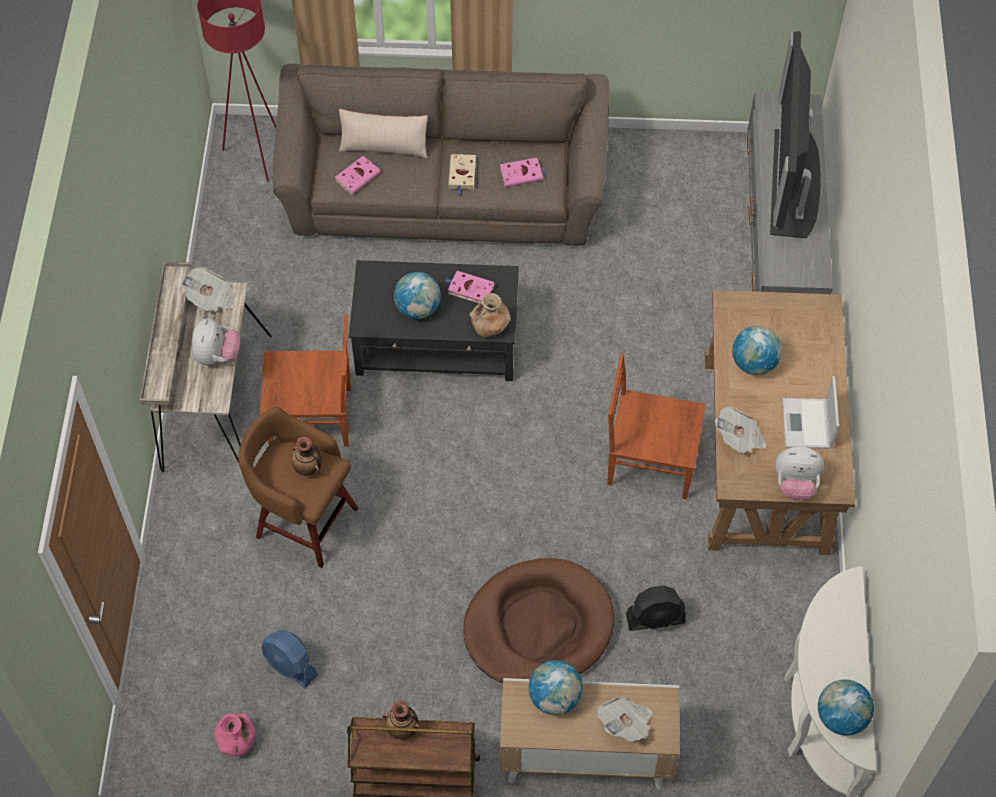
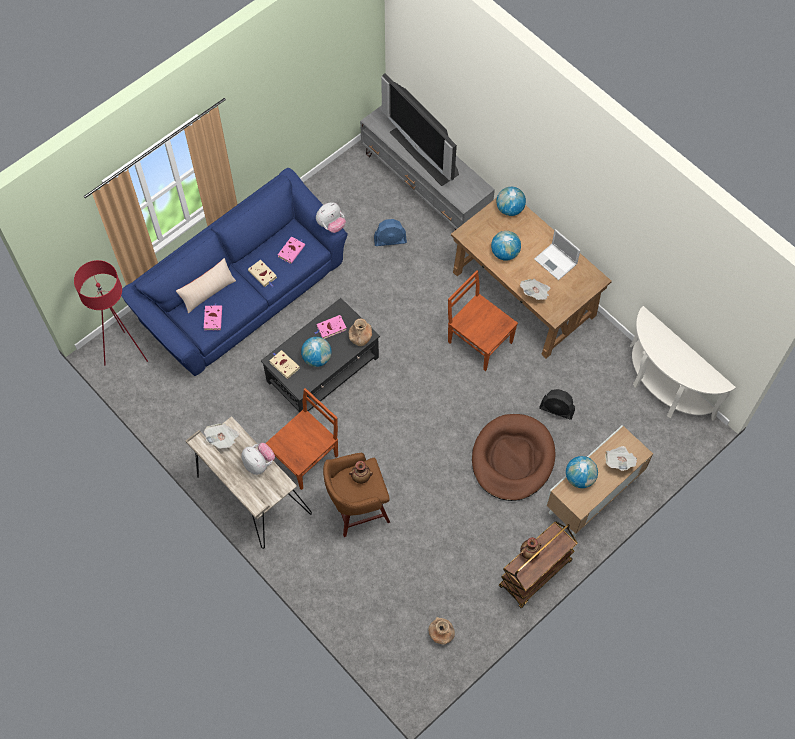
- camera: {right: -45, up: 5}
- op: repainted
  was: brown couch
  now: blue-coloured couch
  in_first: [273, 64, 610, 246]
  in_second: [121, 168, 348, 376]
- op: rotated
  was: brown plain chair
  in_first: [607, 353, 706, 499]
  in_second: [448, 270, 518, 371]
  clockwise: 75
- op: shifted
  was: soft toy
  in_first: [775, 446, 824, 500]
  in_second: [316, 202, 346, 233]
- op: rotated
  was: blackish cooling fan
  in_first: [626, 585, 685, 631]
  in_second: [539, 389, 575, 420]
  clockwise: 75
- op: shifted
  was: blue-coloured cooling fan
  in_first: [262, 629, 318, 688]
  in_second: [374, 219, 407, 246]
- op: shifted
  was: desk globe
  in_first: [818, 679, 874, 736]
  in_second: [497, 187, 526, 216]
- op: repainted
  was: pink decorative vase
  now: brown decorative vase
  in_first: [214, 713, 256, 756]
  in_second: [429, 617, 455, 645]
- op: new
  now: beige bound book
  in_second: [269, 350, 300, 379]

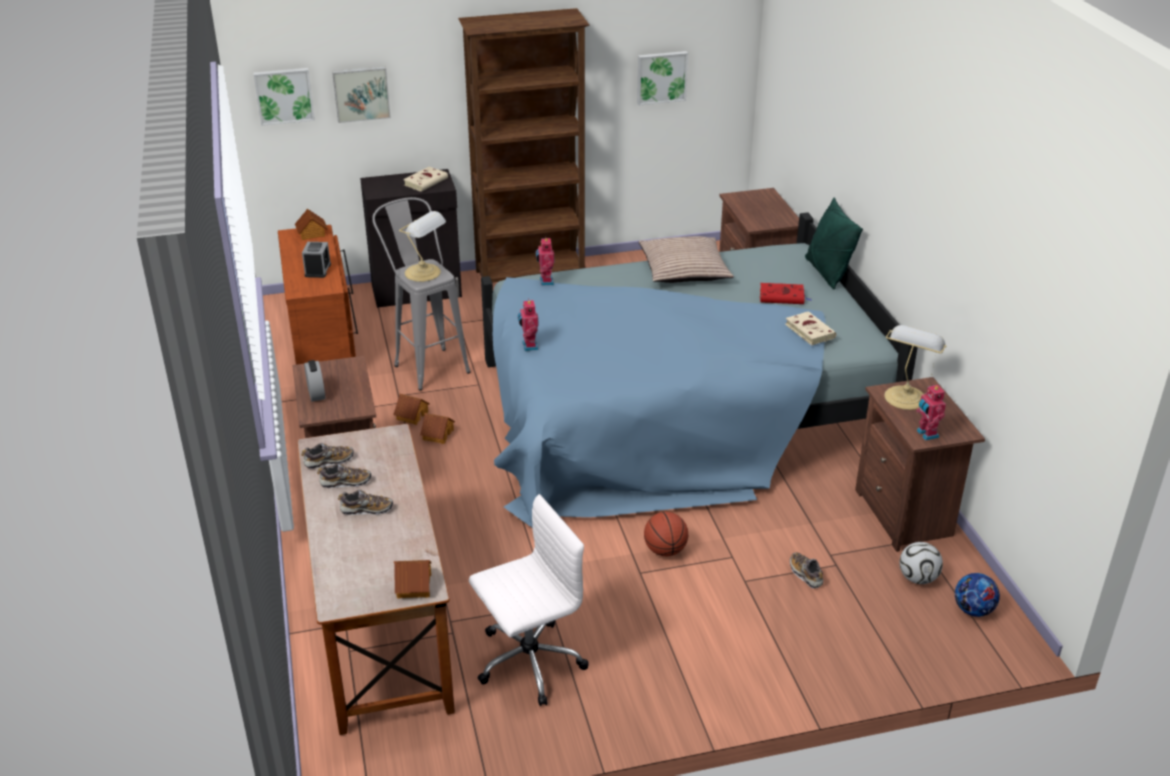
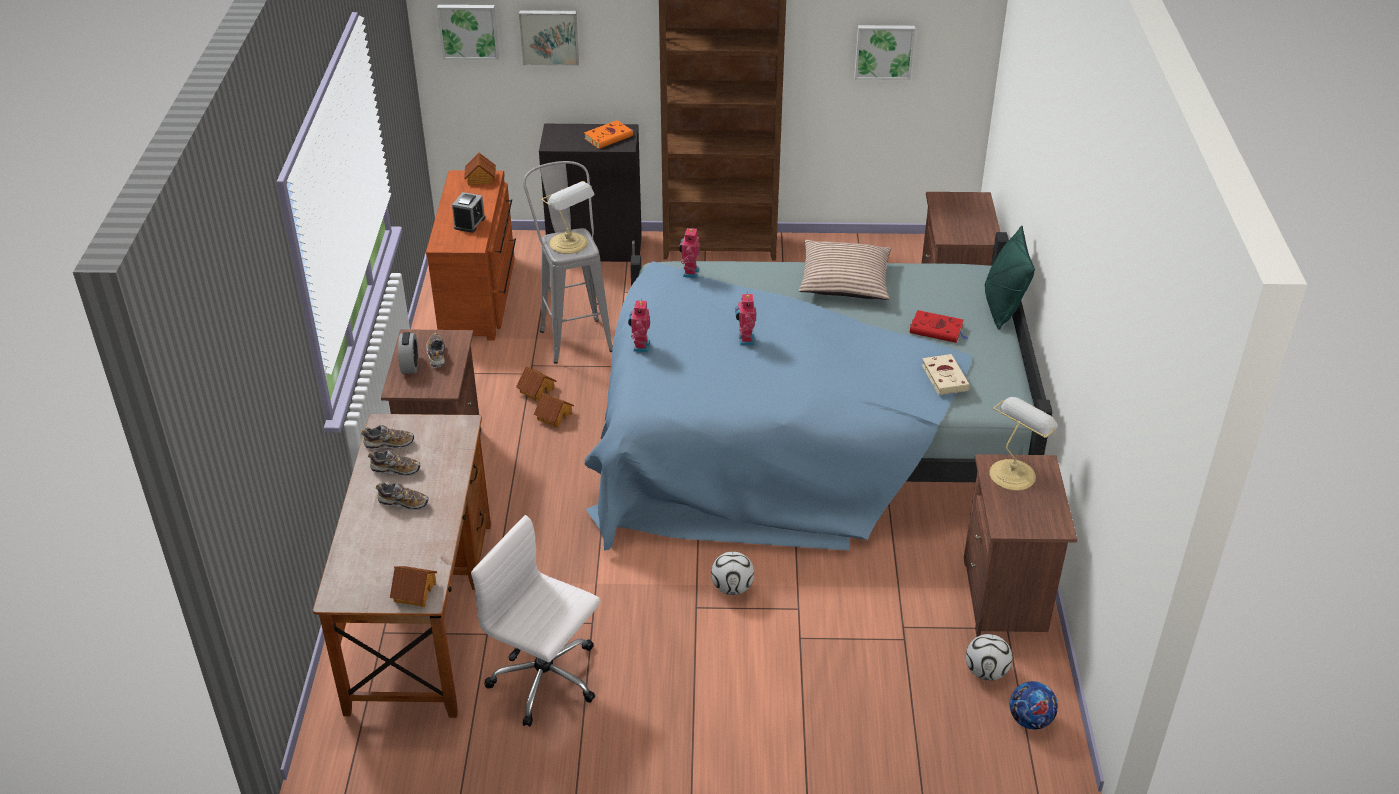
- camera: {right: 15, up: 5}
- op: repainted
  was: beige bound book
  now: orange-coloured bound book
  in_first: [403, 167, 448, 192]
  in_second: [584, 120, 634, 149]
- op: shifted
  was: model robot
  in_first: [916, 383, 946, 441]
  in_second: [735, 292, 756, 345]
- op: rotated
  was: white desk chair
  in_first: [469, 494, 588, 706]
  in_second: [471, 515, 600, 727]
  clockwise: -135
- op: swapped
  was: basketball
  now: ball for football
  in_first: [644, 512, 688, 556]
  in_second: [711, 551, 754, 595]
- op: shifted
  was: shoe
  in_first: [790, 552, 823, 589]
  in_second: [426, 333, 445, 367]

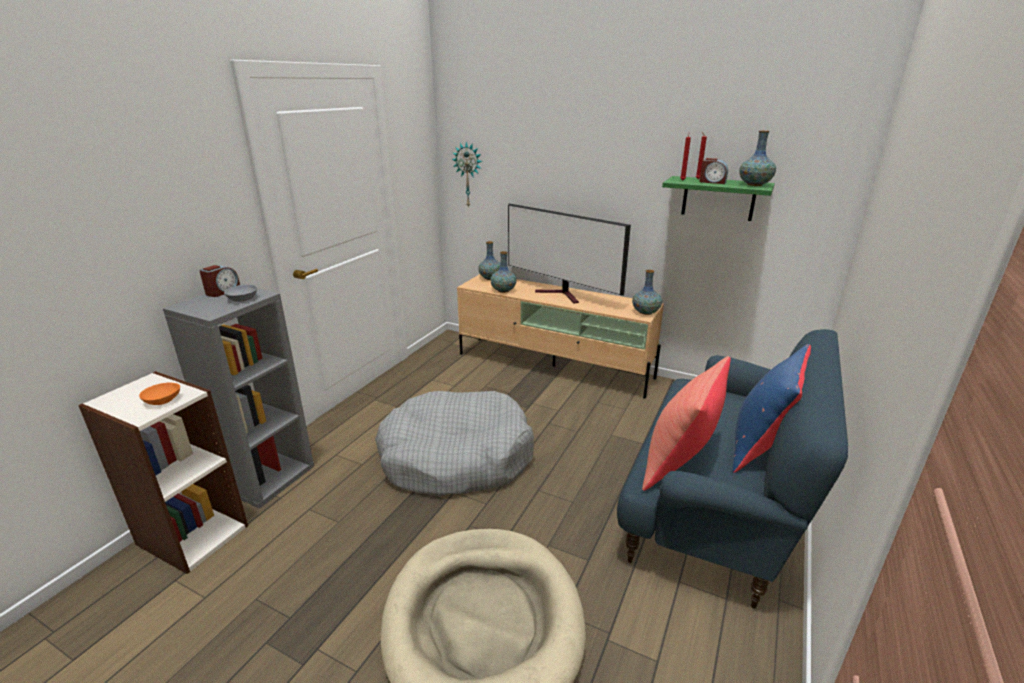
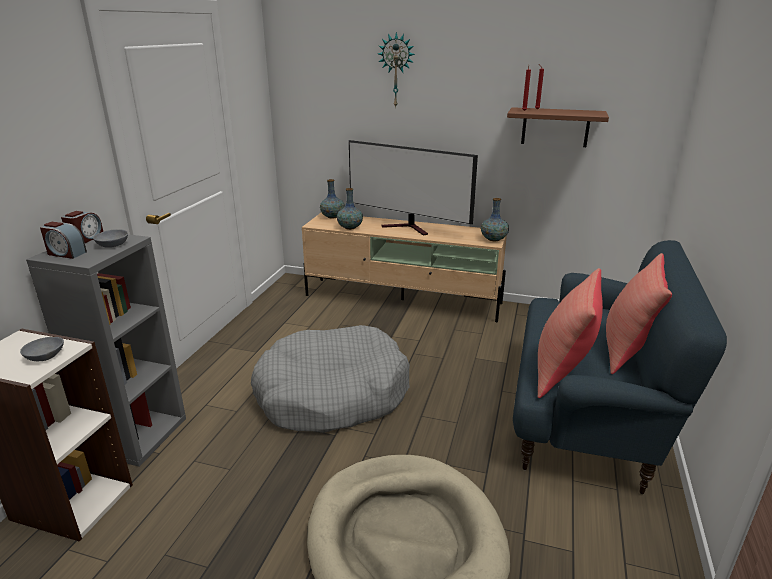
- camera: {right: -10, up: 0}
- op: gone
  was: decorative vase
  in_first: [739, 131, 776, 186]
- op: shifted
  was: hanging clock
  in_first: [452, 141, 483, 208]
  in_second: [378, 32, 415, 108]
- op: shifted
  was: bedside clock
  in_first: [699, 158, 728, 184]
  in_second: [40, 222, 87, 259]
- op: repainted
  was: green wall shelf
  now: brown wall shelf
  in_first: [662, 176, 775, 221]
  in_second: [507, 107, 609, 147]
- op: repainted
  was: blue-coloured throw pillow
  now: reddish throw pillow
  in_first: [732, 344, 811, 473]
  in_second: [606, 253, 672, 374]
- op: repainted
  was: orange-coloured deep dish
  now: gray deep dish
  in_first: [139, 382, 180, 405]
  in_second: [20, 337, 64, 361]

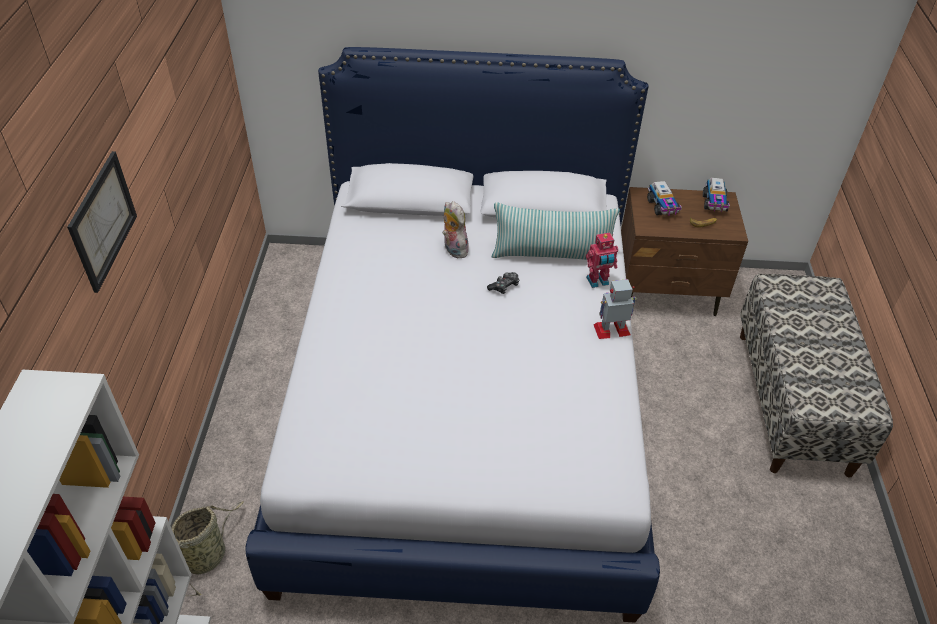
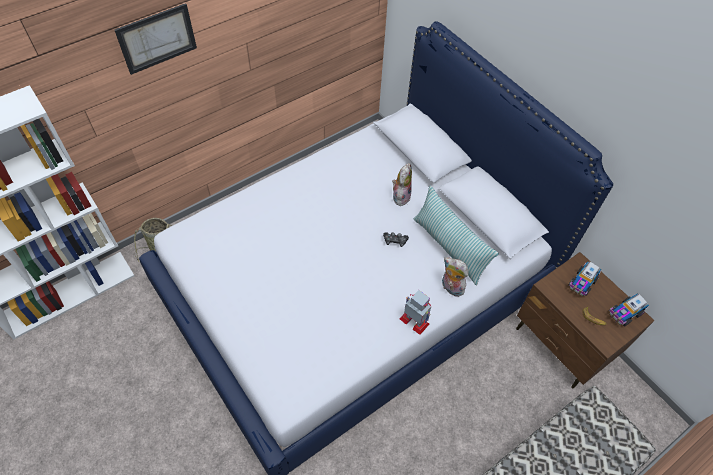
- camera: {right: 50, up: 10}
- op: swapped
  was: model robot
  now: soft toy
  in_first: [586, 232, 618, 288]
  in_second: [442, 257, 468, 297]

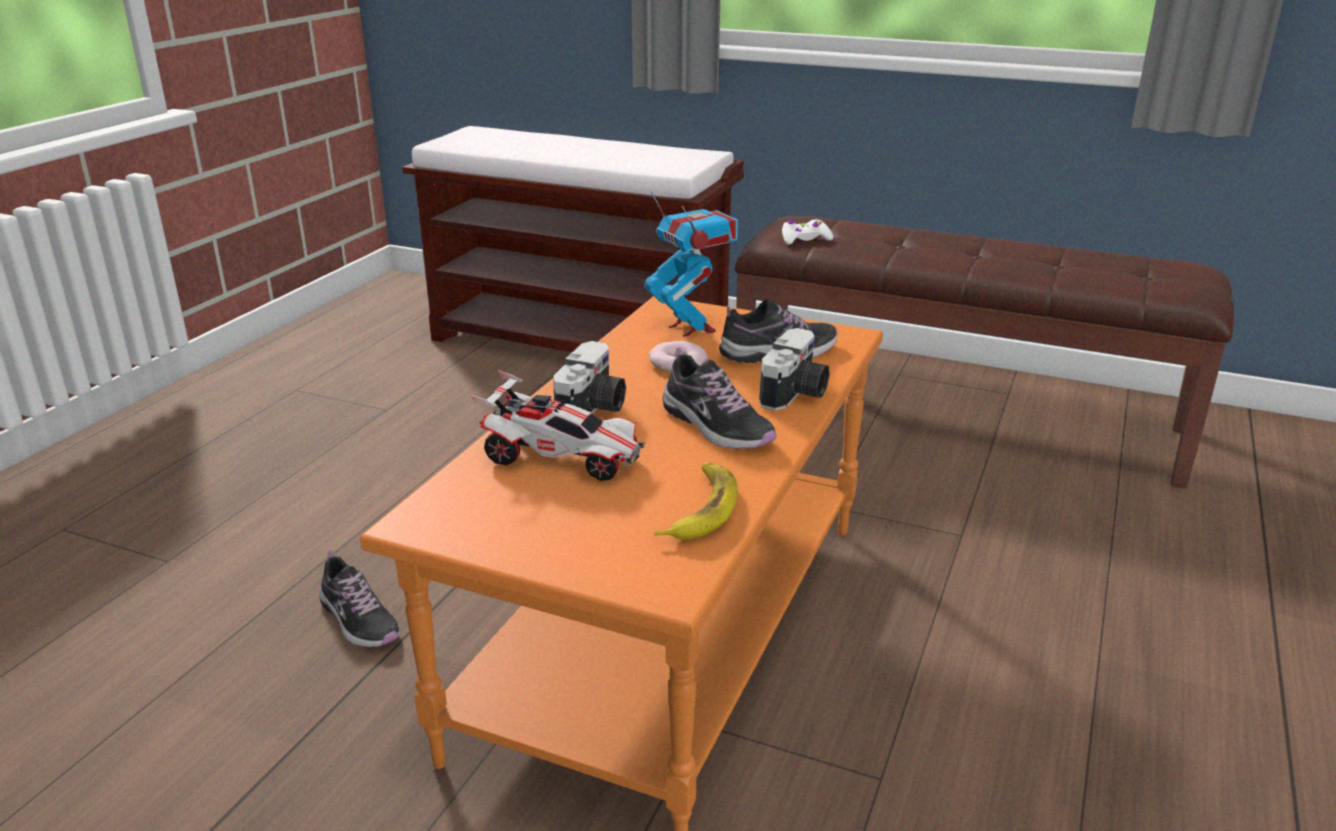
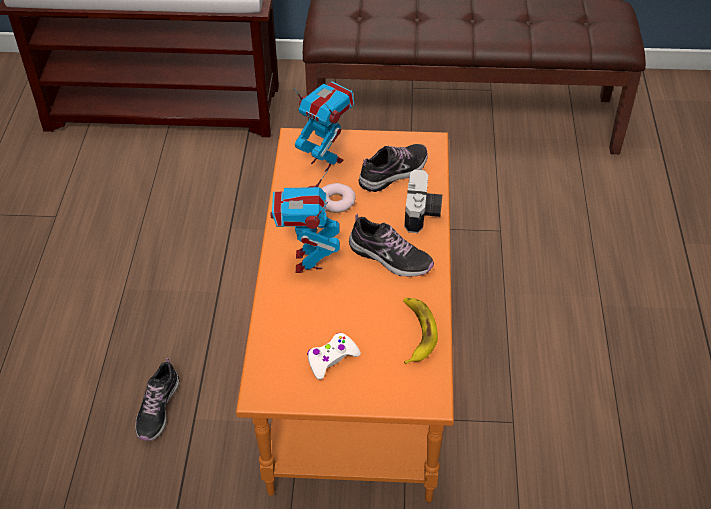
- camera: {right: -20, up: 20}
- op: shifted
  was: white joypad
  in_first: [782, 220, 833, 245]
  in_second: [307, 333, 361, 380]
- op: swapped
  was: still camera
  now: model robot
  in_first: [553, 341, 626, 413]
  in_second: [271, 170, 340, 273]
- op: gone
  was: model car
  in_first: [470, 370, 645, 481]
- op: rotated
  was: shoe
  in_first: [320, 550, 401, 647]
  in_second: [135, 358, 179, 441]
  clockwise: 75

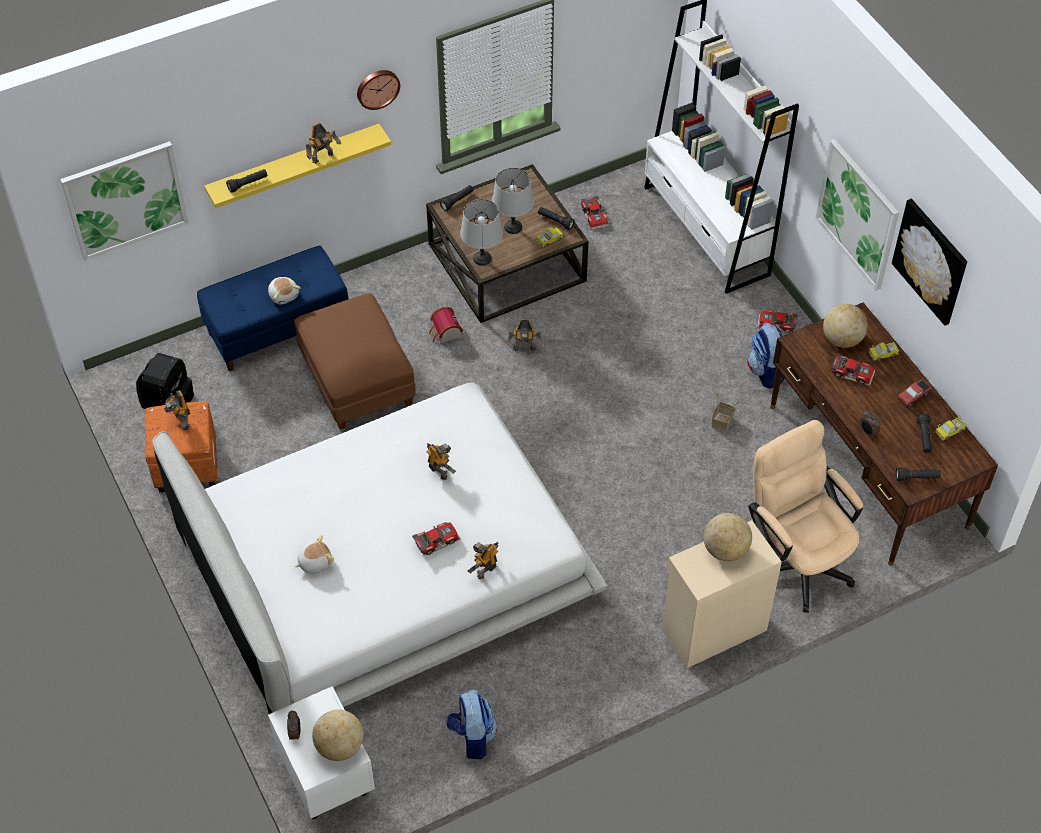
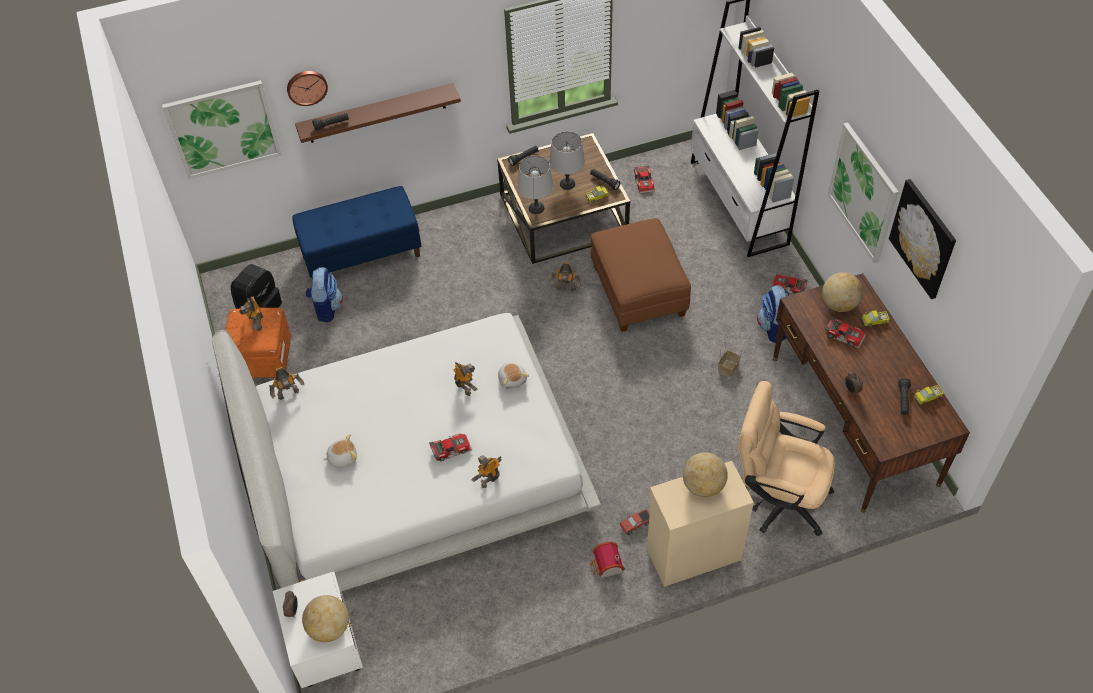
- camera: {right: 10, up: 0}
- op: shifted
  was: hanging clock
  in_first: [357, 70, 400, 110]
  in_second: [287, 71, 328, 106]
- op: shifted
  was: model robot
  in_first: [306, 122, 341, 164]
  in_second: [269, 367, 304, 400]
- op: repainted
  was: yellow-coloured wall shelf
  now: brown wall shelf
  in_first: [204, 124, 391, 208]
  in_second: [295, 83, 461, 143]
- op: shifted
  was: soft toy
  in_first: [268, 277, 301, 304]
  in_second: [498, 362, 529, 389]
- op: shifted
  was: brown pouffe
  in_first: [294, 294, 416, 430]
  in_second: [591, 218, 691, 332]
- op: shifted
  was: model house
  in_first: [429, 306, 463, 343]
  in_second: [590, 542, 625, 578]
- op: shifted
  was: toy truck
  in_first: [898, 378, 932, 408]
  in_second: [620, 509, 650, 535]
- op: rotated
  was: beige desk chair
  in_first: [748, 420, 863, 613]
  in_second: [738, 381, 835, 536]
  clockwise: -45
- op: gone
  was: blackish flashlight
  in_first: [896, 467, 941, 481]
- op: shifted
  was: rucksack
  in_first: [446, 690, 497, 759]
  in_second: [306, 267, 343, 322]

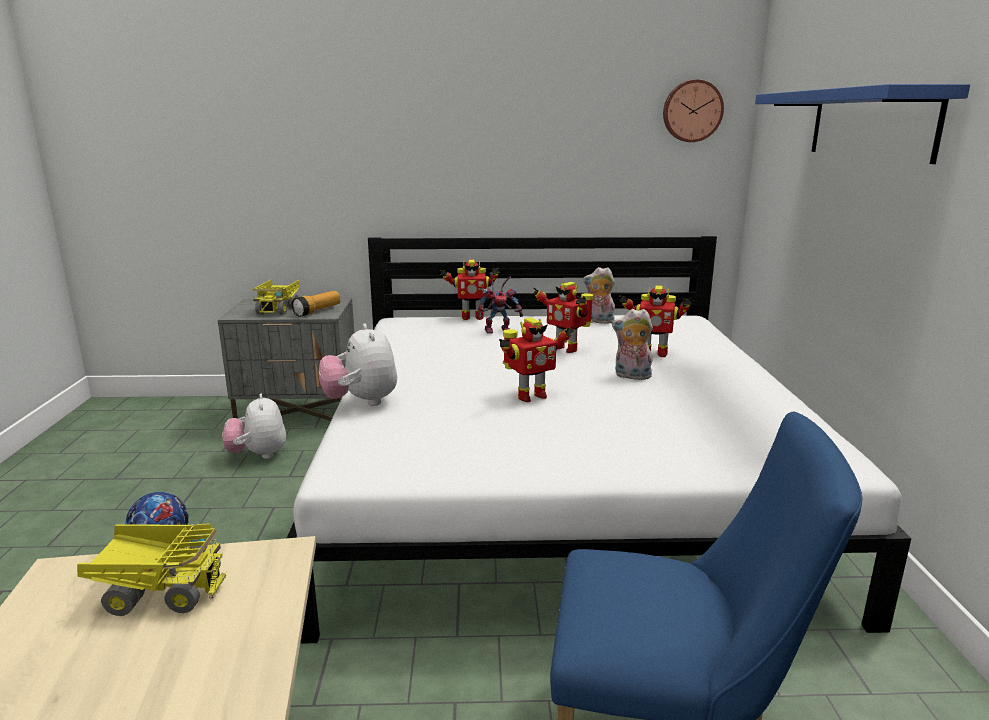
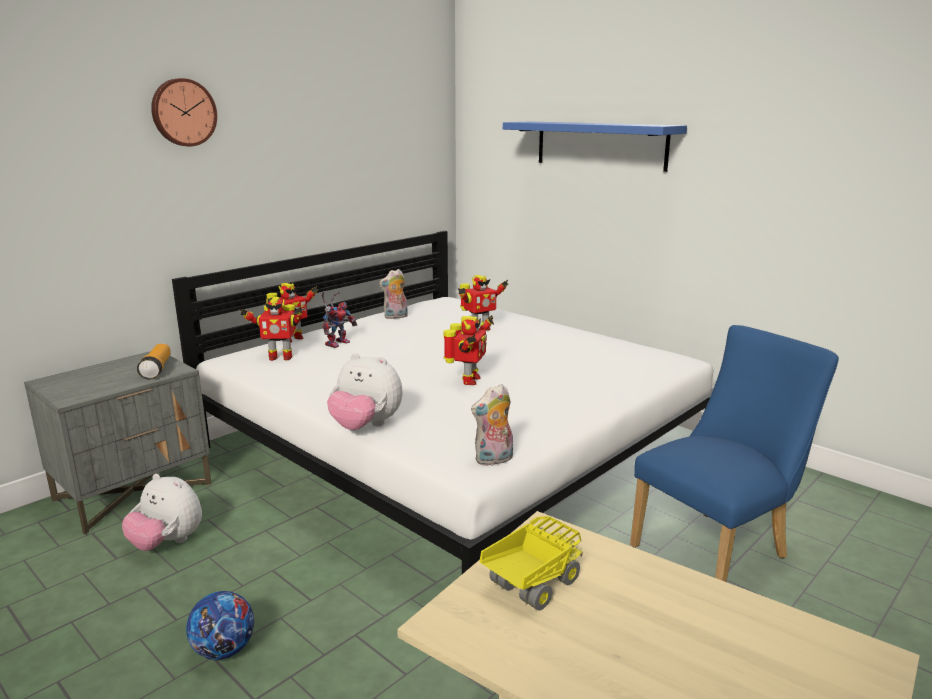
- camera: {right: -45, up: 0}
- op: shifted
  was: hanging clock
  in_first: [663, 79, 724, 142]
  in_second: [151, 78, 217, 146]
- op: gone
  was: toy truck
  in_first: [253, 280, 300, 315]
- op: shifted
  was: model robot
  in_first: [533, 282, 593, 353]
  in_second: [239, 297, 302, 361]
- op: shifted
  was: soft toy
  in_first: [612, 309, 653, 380]
  in_second: [471, 384, 513, 466]

